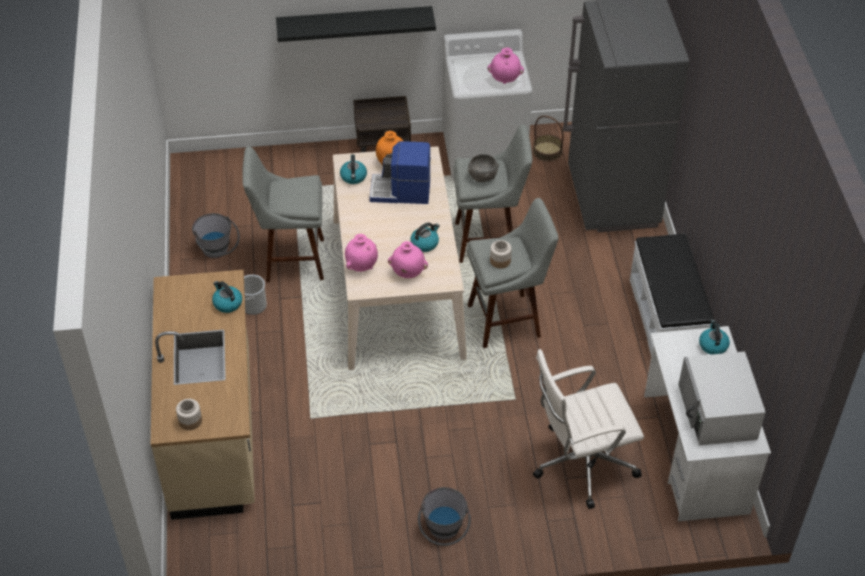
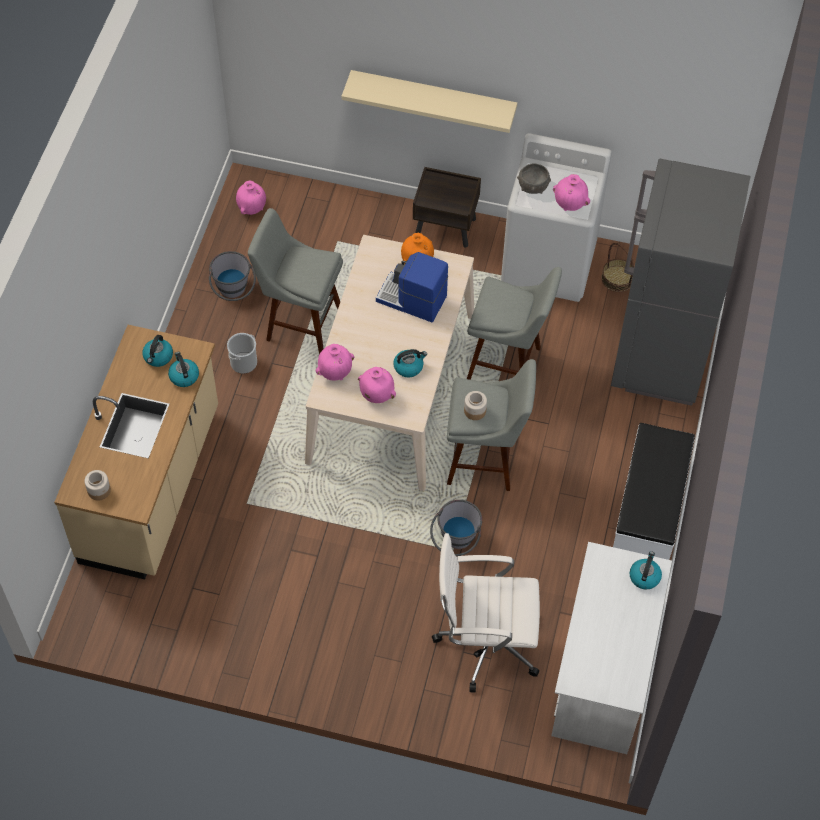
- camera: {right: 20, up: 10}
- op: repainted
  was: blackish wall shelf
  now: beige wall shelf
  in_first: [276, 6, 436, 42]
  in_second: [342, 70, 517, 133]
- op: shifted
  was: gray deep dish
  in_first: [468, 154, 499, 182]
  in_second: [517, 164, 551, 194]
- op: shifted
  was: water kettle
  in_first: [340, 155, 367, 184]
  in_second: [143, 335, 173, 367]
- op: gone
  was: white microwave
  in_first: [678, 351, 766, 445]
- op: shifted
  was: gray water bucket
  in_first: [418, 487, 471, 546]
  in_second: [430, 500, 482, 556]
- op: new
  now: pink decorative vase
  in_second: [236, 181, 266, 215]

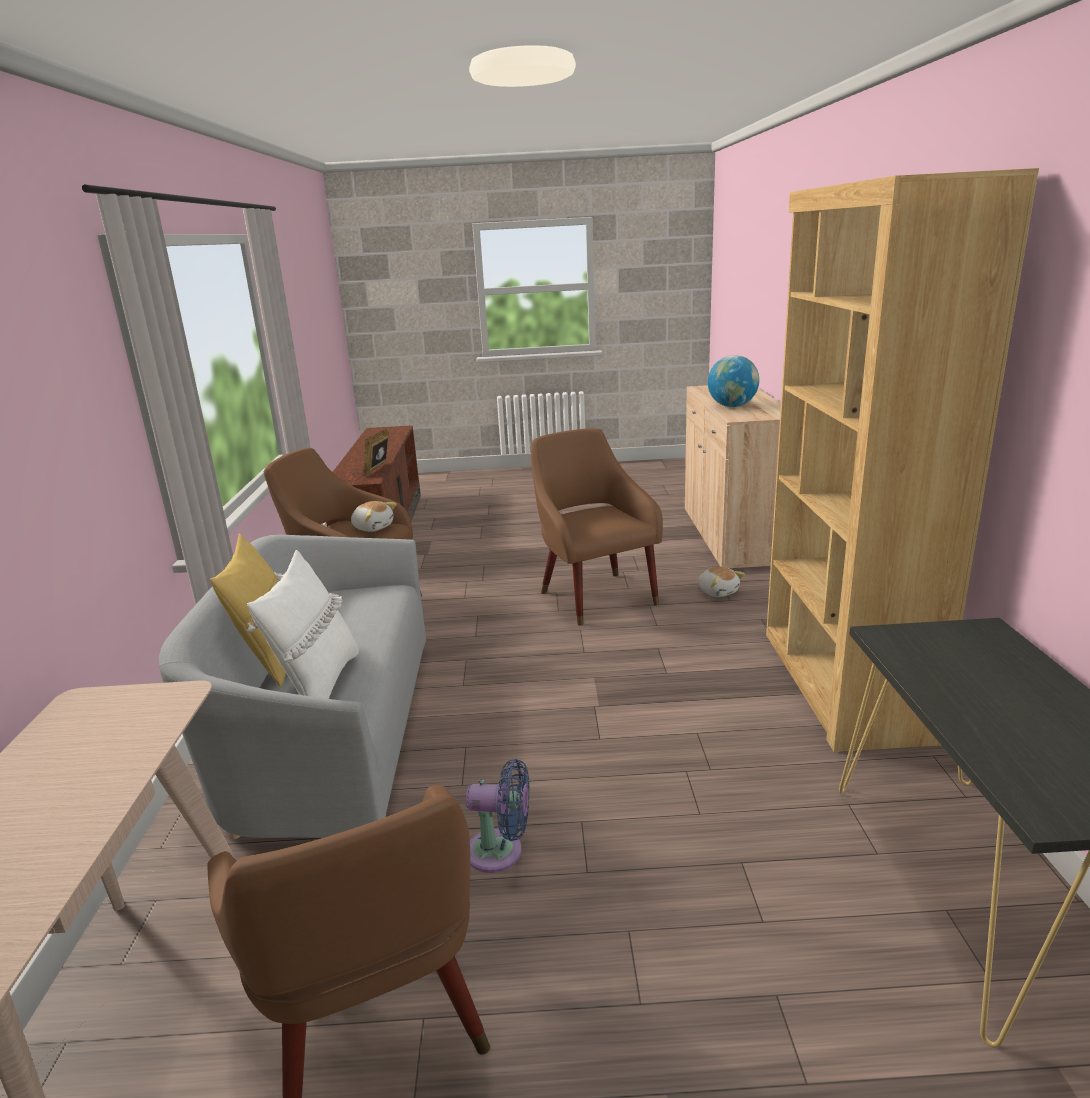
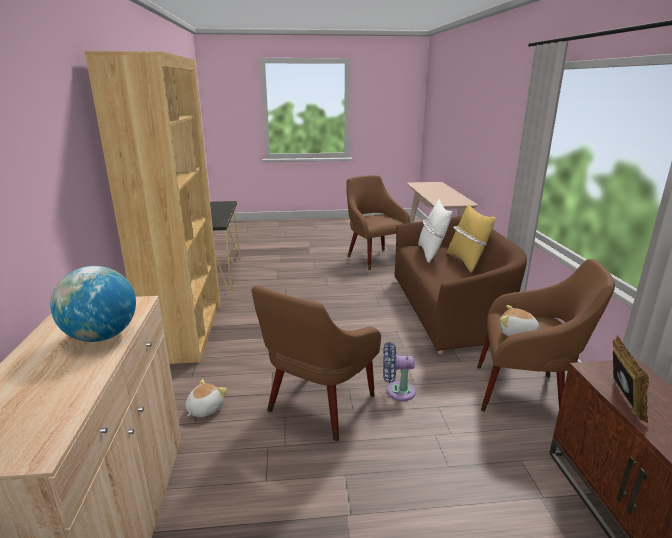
- camera: {right: 175, up: 0}
- op: rotated
  was: brown easy chair
  in_first: [531, 428, 663, 626]
  in_second: [252, 286, 381, 441]
  clockwise: 60
- op: repainted
  was: gray couch
  now: brown couch
  in_first: [159, 535, 426, 839]
  in_second: [394, 216, 527, 354]
- op: rotated
  was: soft toy
  in_first: [698, 567, 745, 597]
  in_second: [185, 379, 227, 417]
  clockwise: 60
- op: shifted
  was: blue-coloured cooling fan
  in_first: [465, 759, 529, 873]
  in_second: [383, 342, 416, 401]

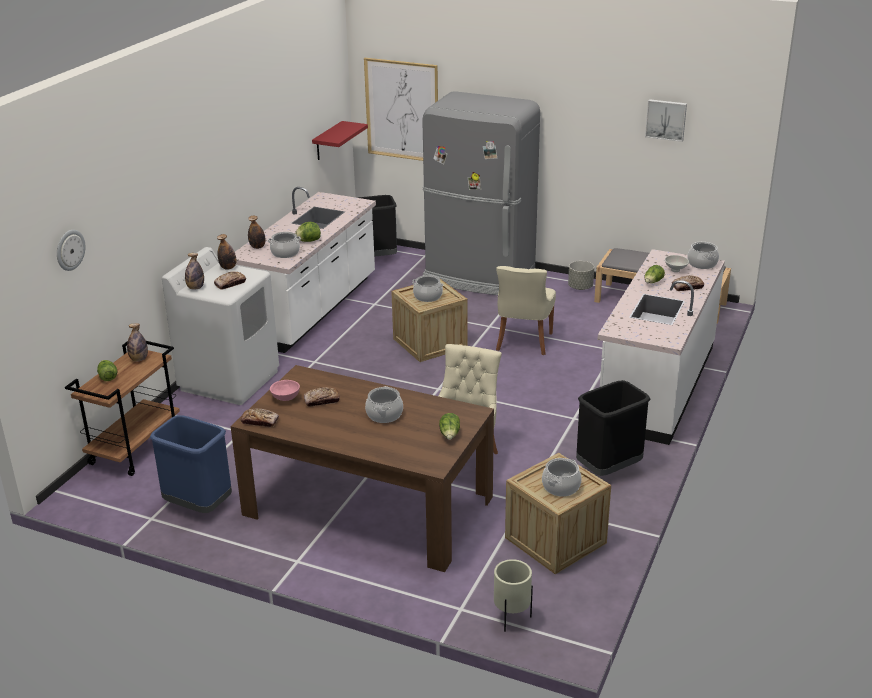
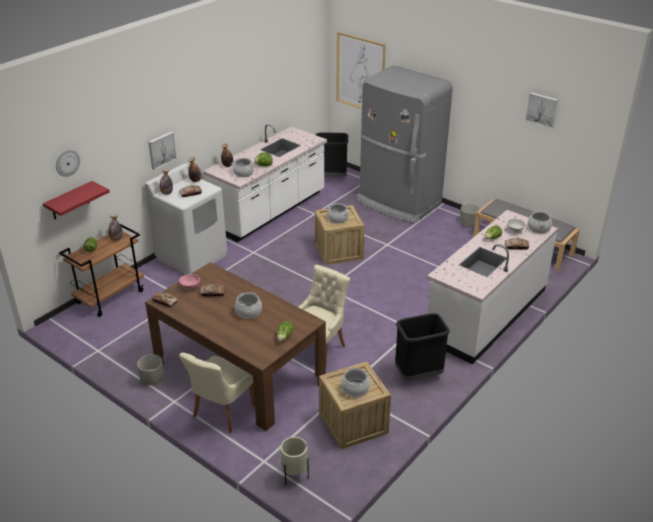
- camera: {right: 15, up: 5}
- op: shifted
  was: reddish wall shelf
  in_first: [312, 121, 368, 160]
  in_second: [43, 181, 110, 219]
- op: shifted
  was: beige plain chair
  in_first: [496, 266, 556, 355]
  in_second: [179, 353, 255, 433]
- op: gone
  was: blue-coloured trash can
  in_first: [150, 415, 232, 513]
- op: new
  now: picture
  in_second: [148, 132, 177, 170]
- op: new
  now: gray flower pot
  in_second: [137, 354, 165, 386]

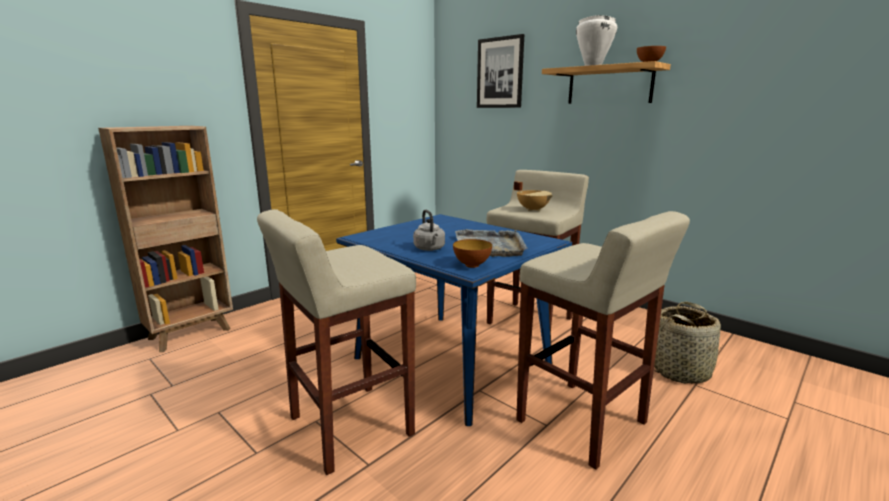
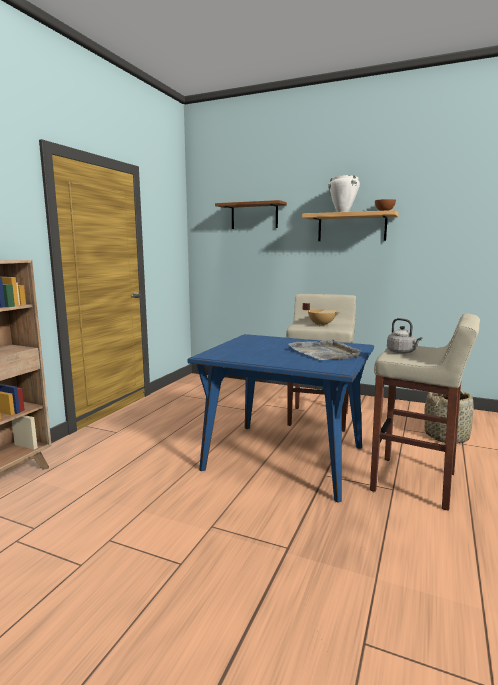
- camera: {right: -20, up: -5}
- op: swapped
  was: picture
  now: brown wall shelf
  in_first: [477, 34, 524, 108]
  in_second: [215, 200, 287, 229]
- op: gone
  was: beige stool seat
  in_first: [257, 209, 416, 475]
- op: shifted
  was: gray water kettle
  in_first: [413, 210, 445, 251]
  in_second: [387, 318, 422, 354]
- op: gone
  was: deep dish
  in_first: [453, 239, 492, 268]

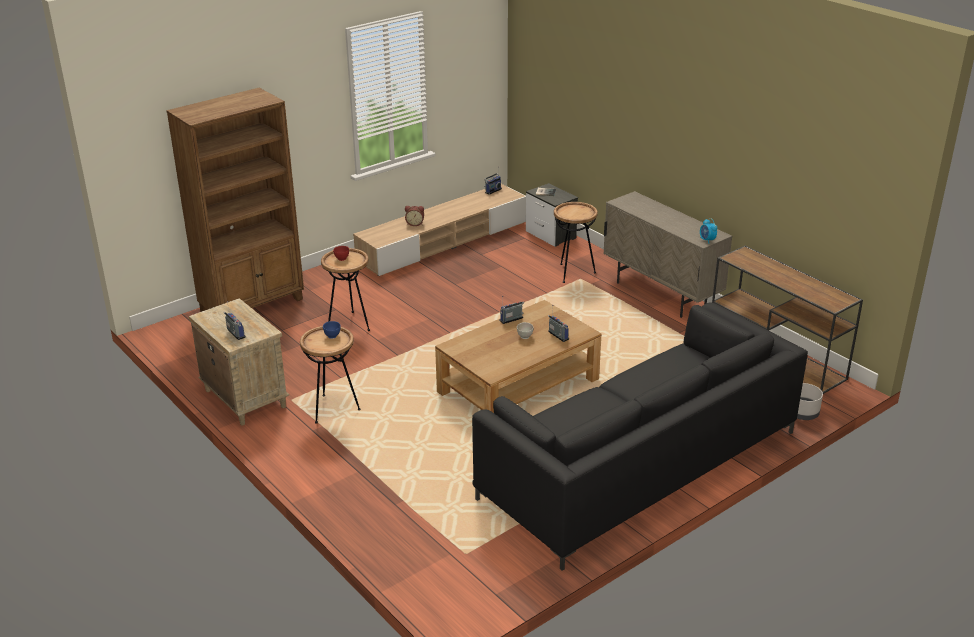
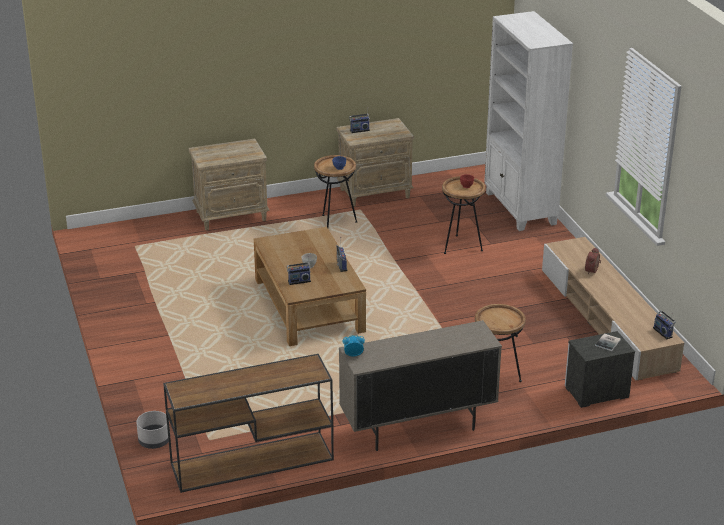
- camera: {right: 110, up: 0}
- op: repainted
  was: brown bookcase
  now: white bookcase
  in_first: [166, 88, 304, 312]
  in_second: [484, 11, 573, 231]
- op: gone
  was: blackish couch
  in_first: [472, 302, 808, 571]
- op: new
  now: beige night table
  in_second: [189, 138, 270, 230]

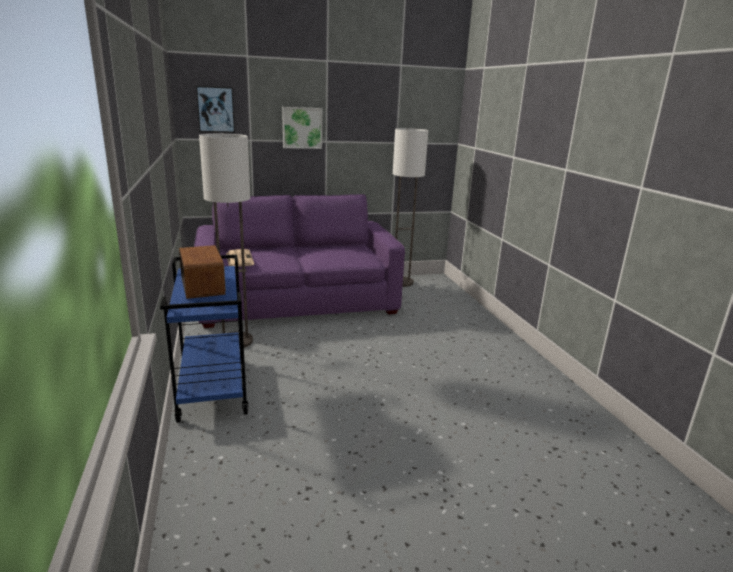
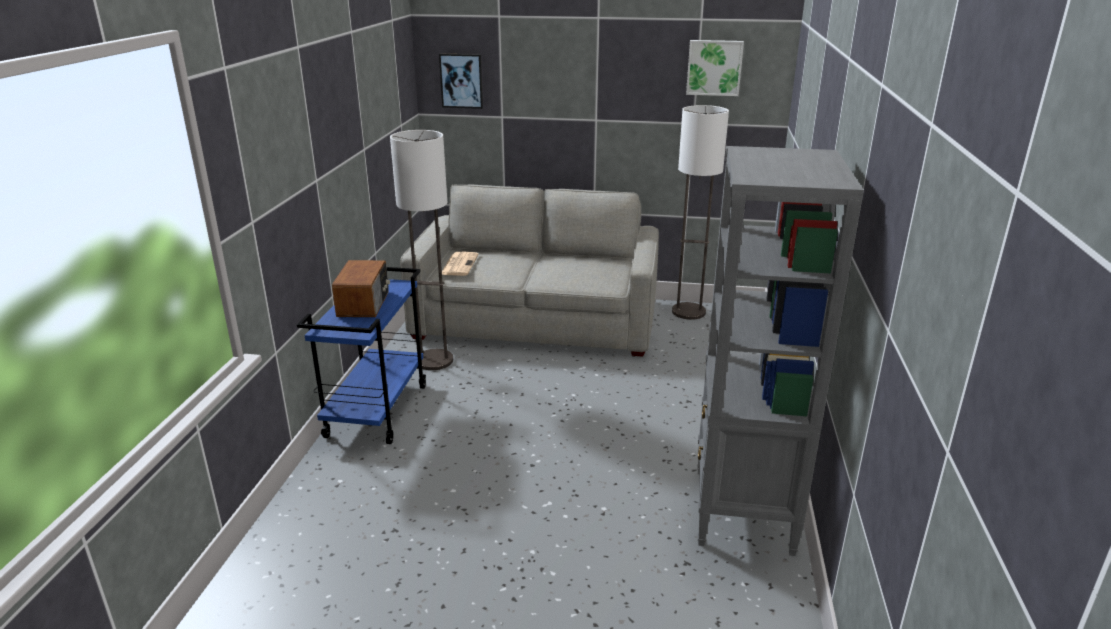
- camera: {right: 25, up: 5}
- op: shifted
  was: picture
  in_first: [282, 107, 322, 149]
  in_second: [686, 40, 744, 96]
- op: repainted
  was: purple-coloured couch
  now: gray couch
  in_first: [194, 194, 405, 328]
  in_second: [400, 185, 659, 357]
- op: new
  now: gray bookcase
  in_second: [697, 146, 864, 556]

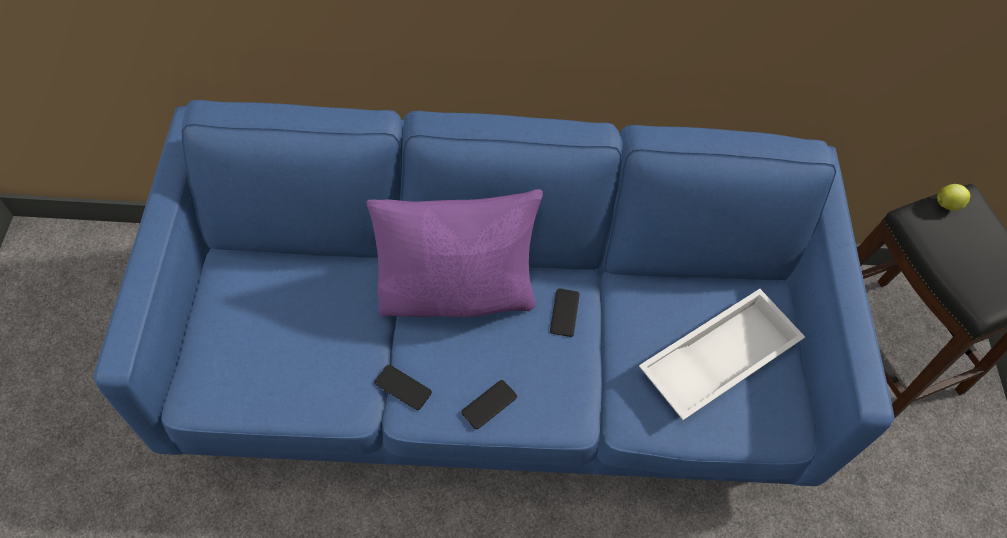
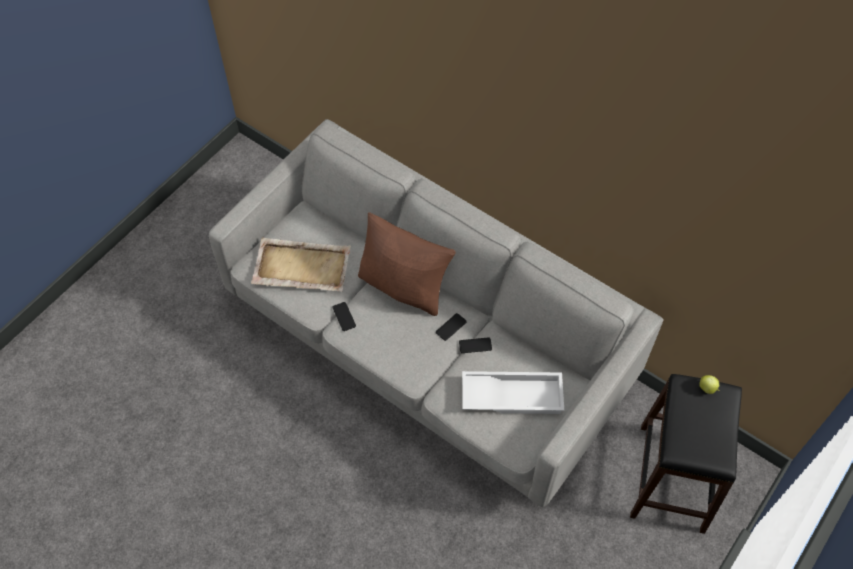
- camera: {right: 40, up: 0}
- op: repainted
  was: blue-coloured couch
  now: gray couch
  in_first: [93, 100, 895, 486]
  in_second: [209, 119, 664, 507]
- op: repainted
  was: purple-coloured throw pillow
  now: brown throw pillow
  in_first: [366, 189, 543, 317]
  in_second: [358, 212, 456, 316]
- op: shifted
  was: telephone
  in_first: [461, 380, 517, 429]
  in_second: [459, 337, 492, 353]
- op: new
  now: beige carrying tray
  in_second: [251, 238, 351, 292]

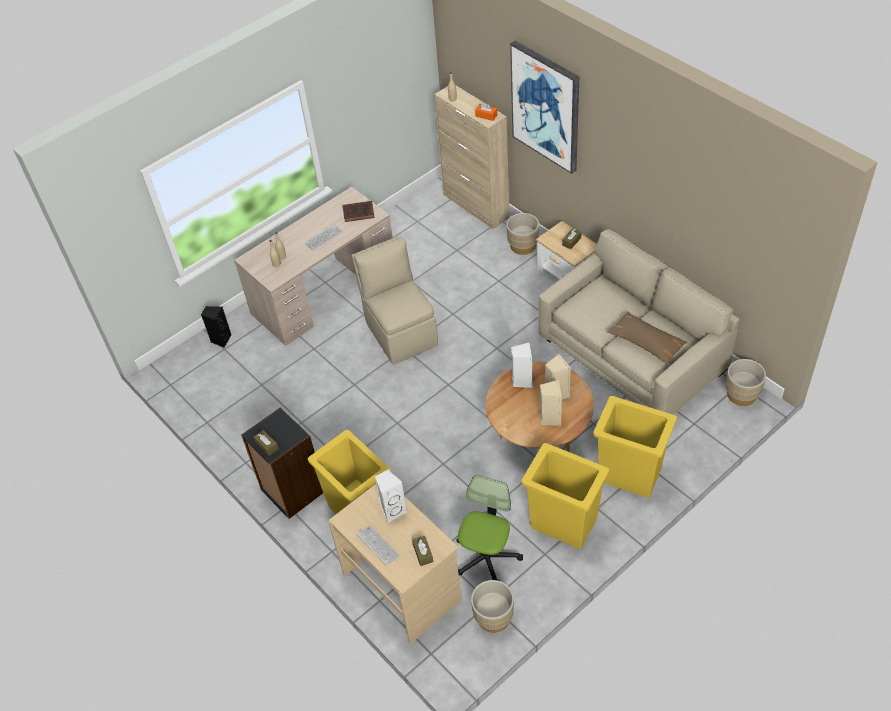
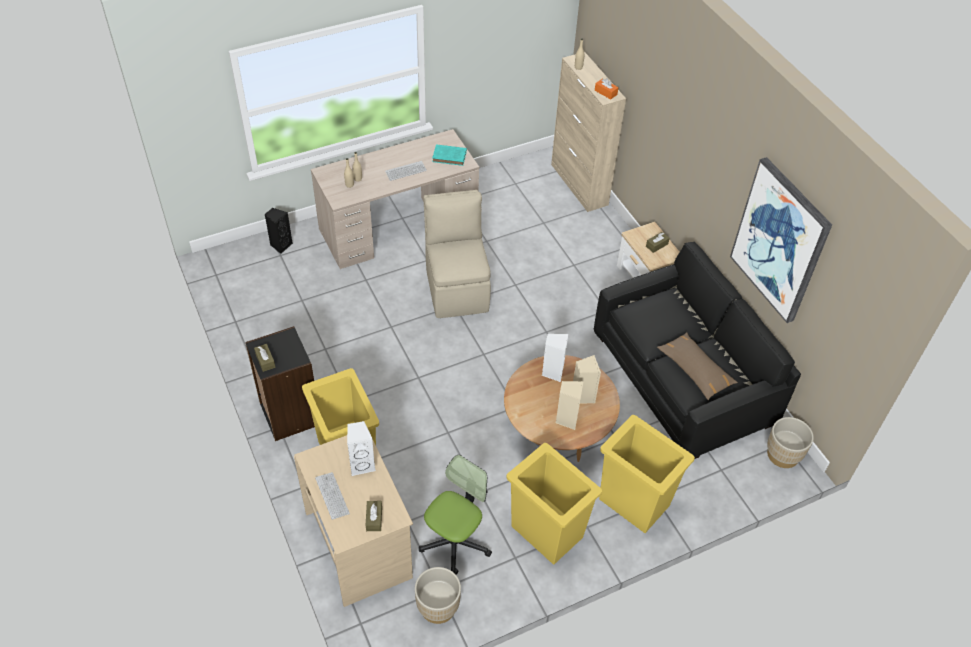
- camera: {right: 10, up: 0}
- op: shifted
  was: picture
  in_first: [510, 41, 579, 174]
  in_second: [730, 157, 832, 323]
- op: repainted
  was: brown bound book
  now: turquoise-coloured bound book
  in_first: [343, 201, 374, 222]
  in_second: [432, 144, 467, 166]
- op: gone
  was: beige flower pot
  in_first: [507, 213, 539, 255]
- op: repainted
  was: beige couch
  now: blackish couch
  in_first: [538, 229, 740, 415]
  in_second: [594, 242, 801, 459]

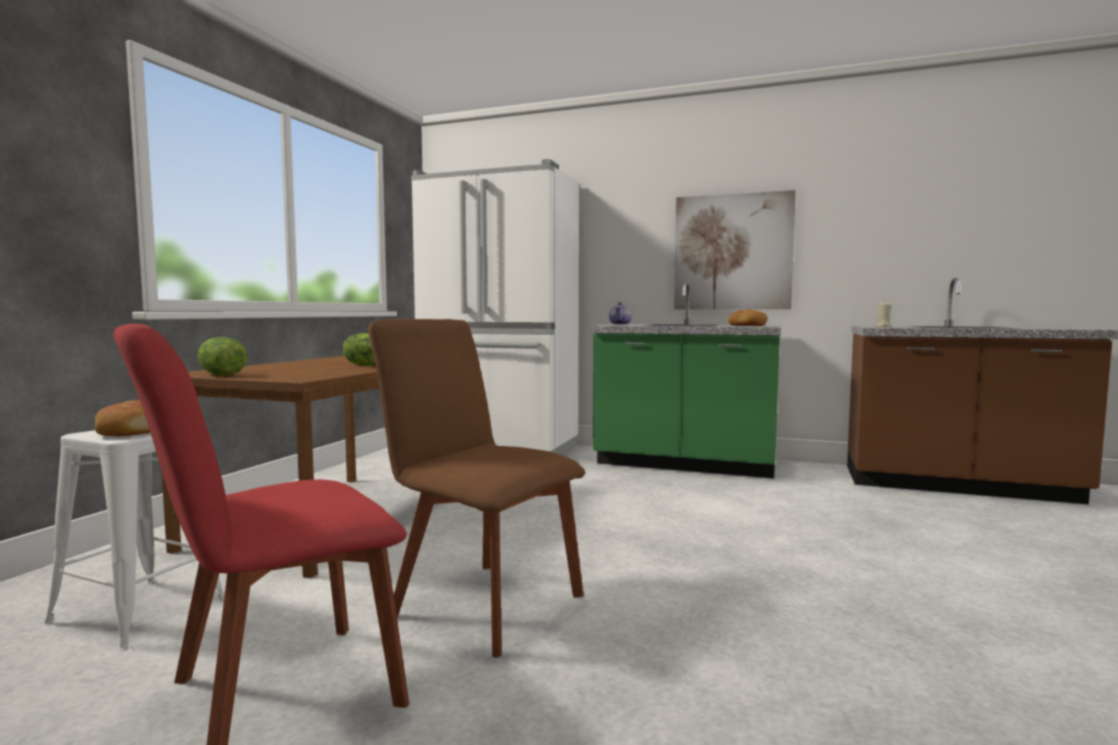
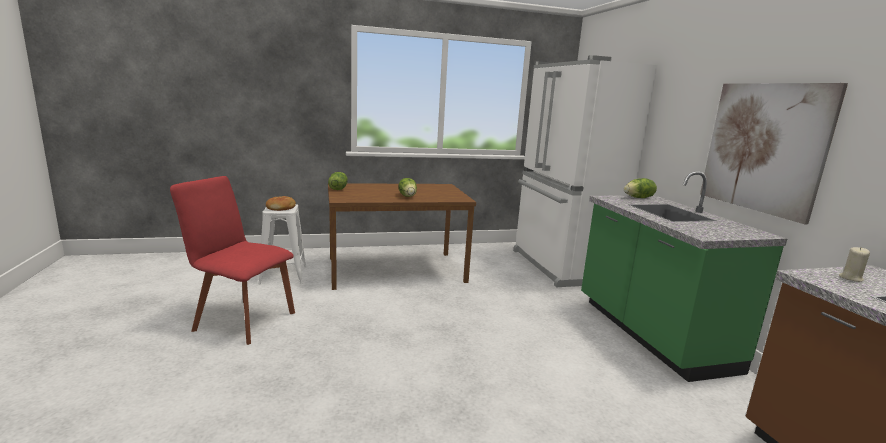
- camera: {right: 55, up: 10}
- op: swapped
  was: teapot
  now: head of lettuce
  in_first: [609, 302, 632, 325]
  in_second: [624, 178, 657, 198]
- op: gone
  was: baked bread
  in_first: [728, 309, 768, 326]
- op: gone
  was: brown plain chair
  in_first: [368, 319, 585, 658]

